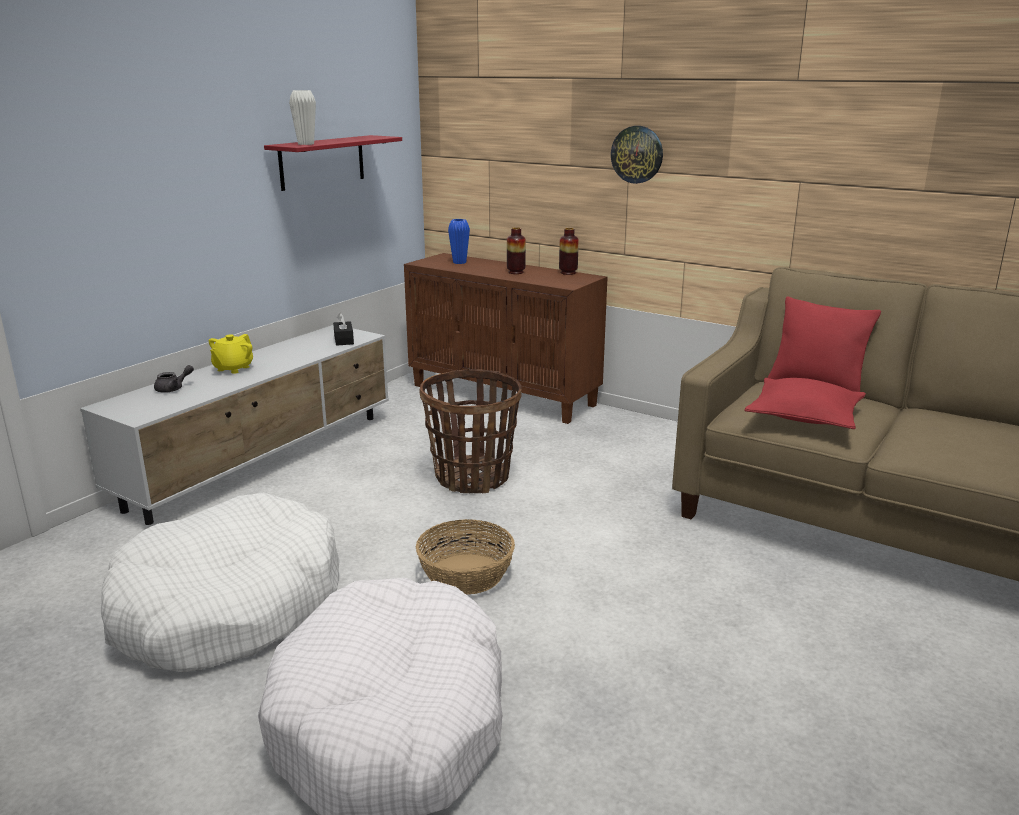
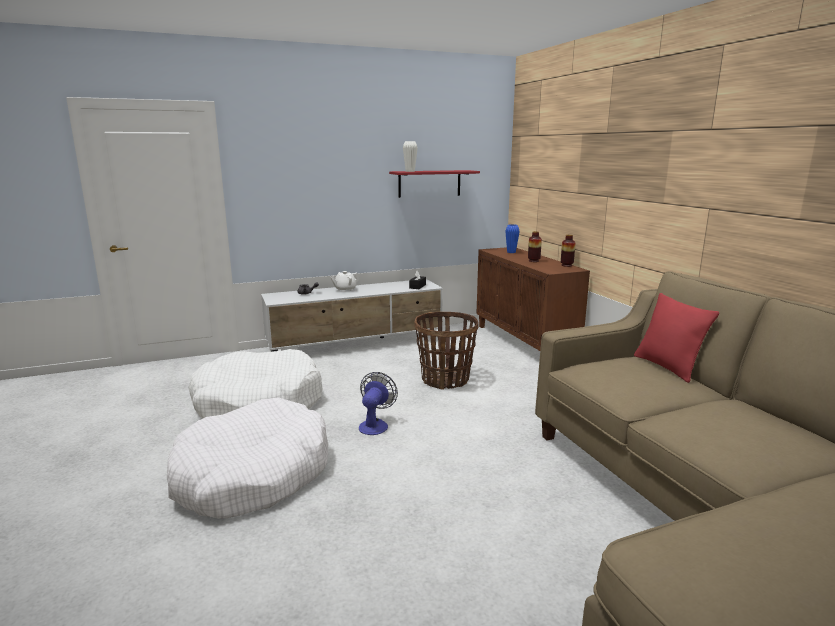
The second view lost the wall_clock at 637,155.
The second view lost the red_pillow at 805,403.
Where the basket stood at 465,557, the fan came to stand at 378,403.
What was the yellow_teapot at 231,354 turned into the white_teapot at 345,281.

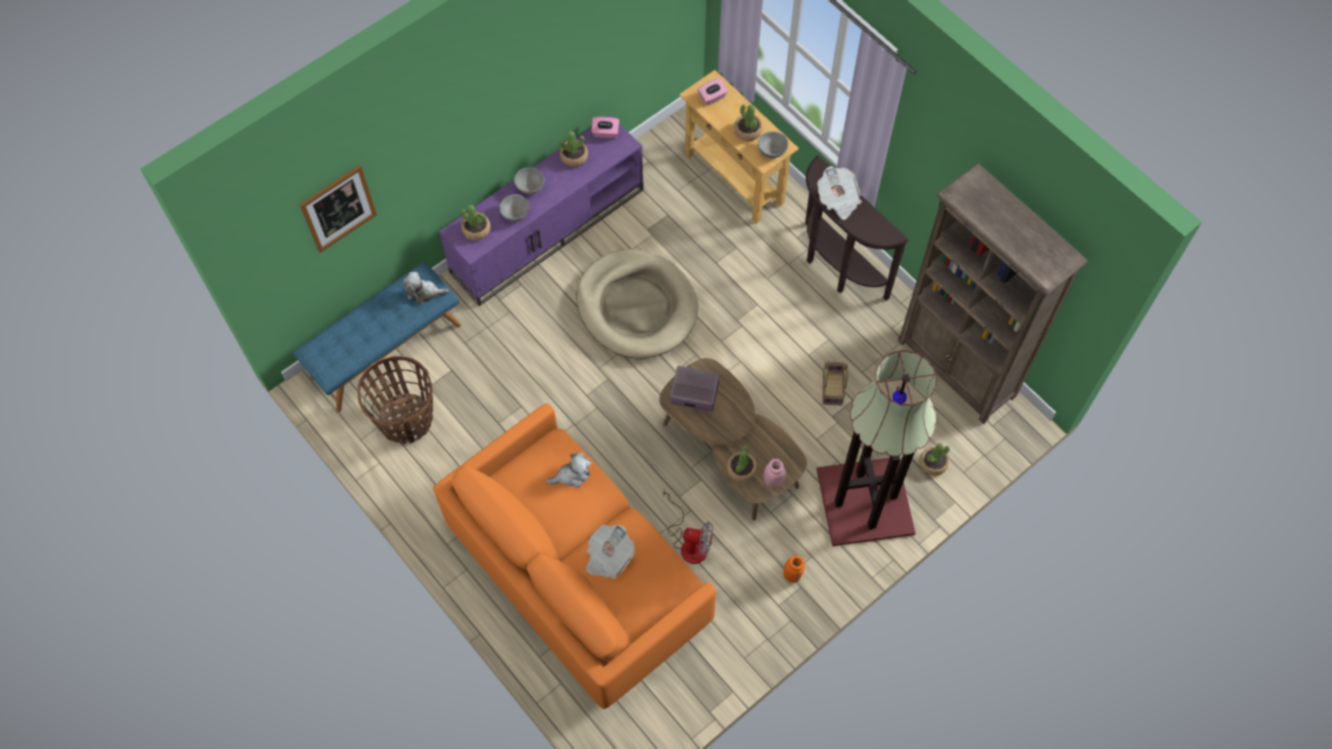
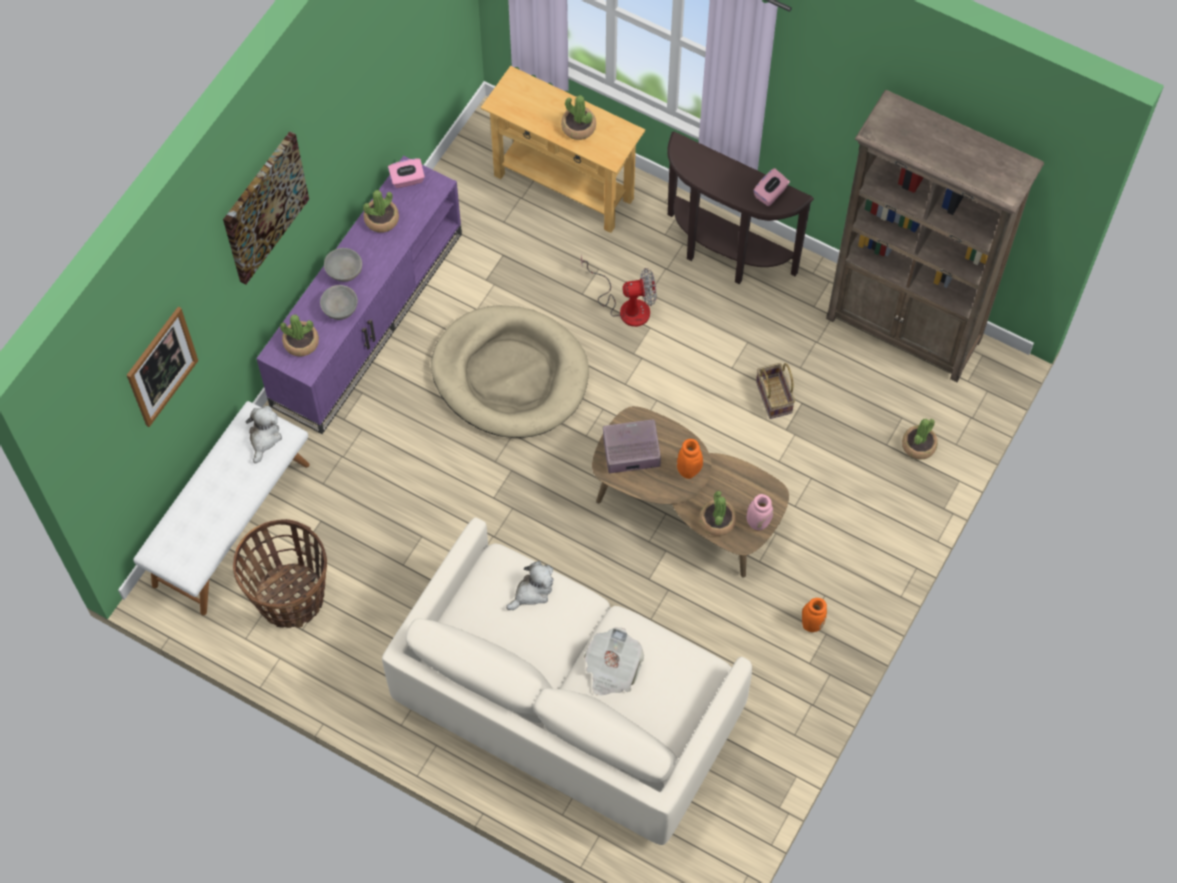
The second view lost the grey_bowl at 773,144.
The second view lost the floor_lamp at 876,448.
The second view lost the newspaper at 839,193.
The second view gained the picture at 266,208.
The second view gained the orange_vase at 690,459.
The fan ended up elsewhere, having gone from 688,525 to 619,291.
The pink_tissue_box ended up elsewhere, having gone from 713,91 to 771,187.
What was the blue_bench at 377,337 turned into the white_bench at 221,508.
What was the orange_sofa at 574,556 turned into the white_sofa at 567,681.
The plush_toy at 425,288 ended up facing another way, 120 degrees clockwise from before.

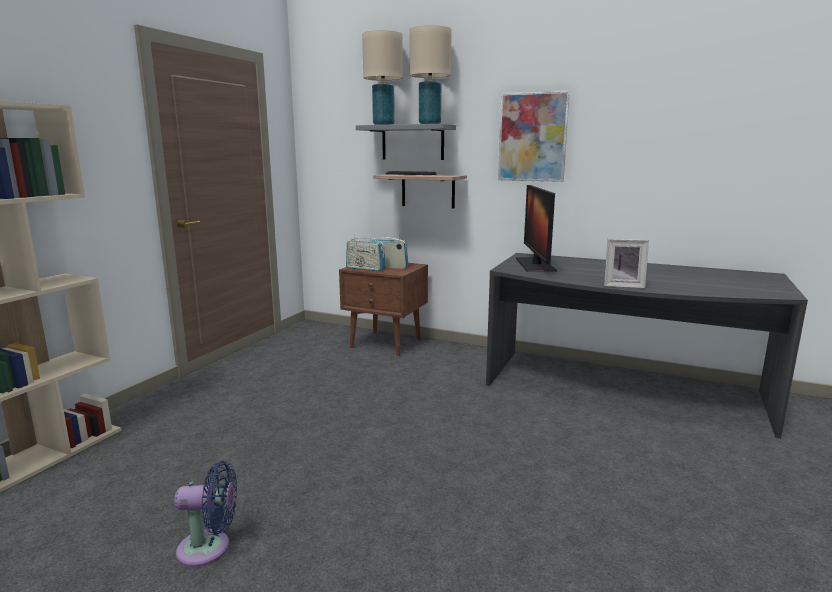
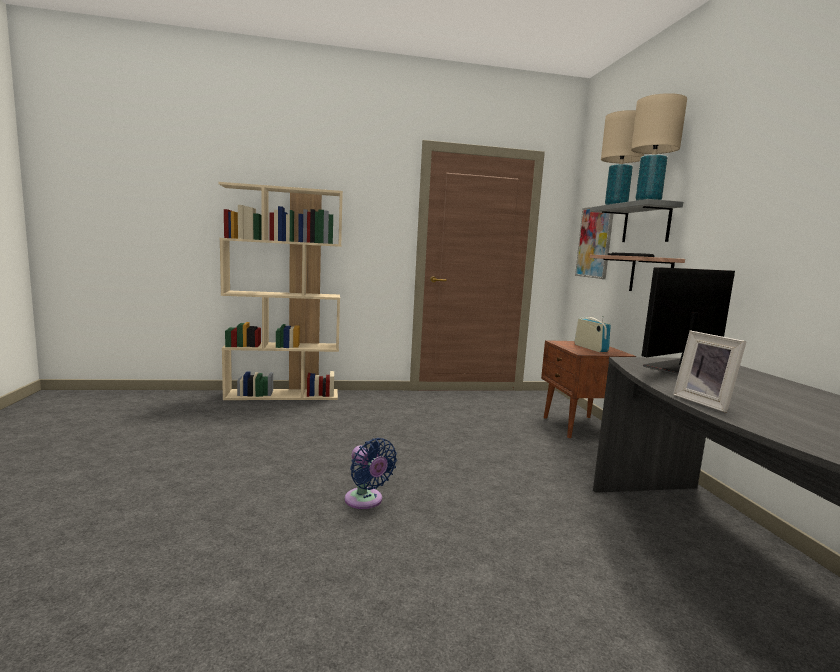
The second view lost the radio at 366,252.
The blue_fan ended up elsewhere, having gone from 205,514 to 371,473.
The picture ended up elsewhere, having gone from 534,136 to 594,242.

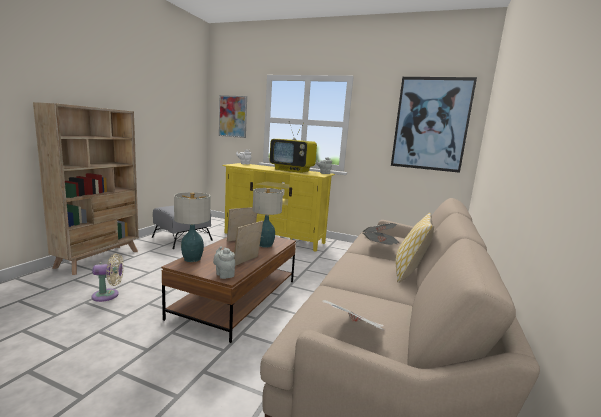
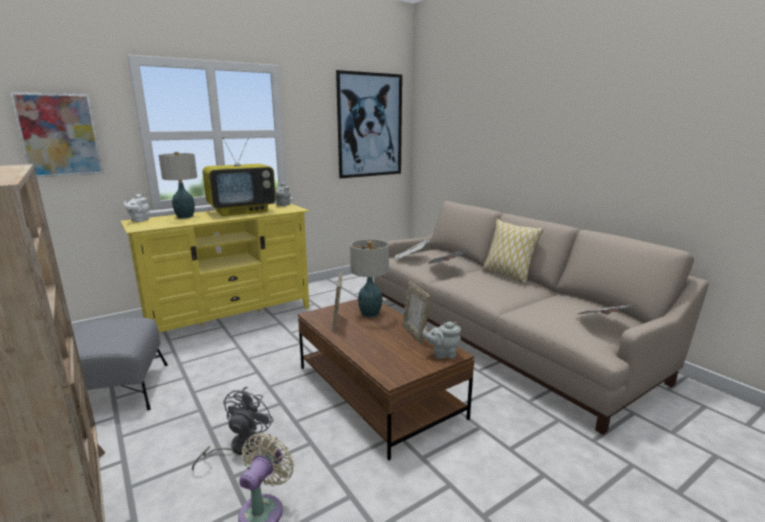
The second view gained the grey_fan at 233,429.
The table_lamp ended up elsewhere, having gone from 192,227 to 178,185.

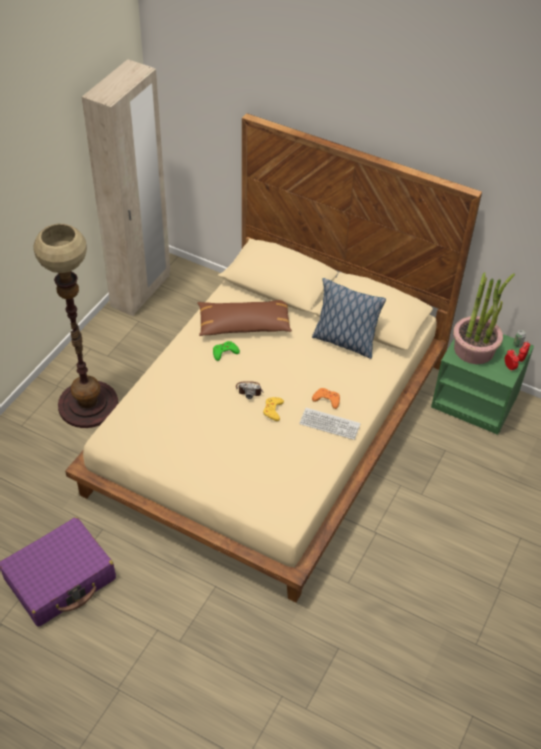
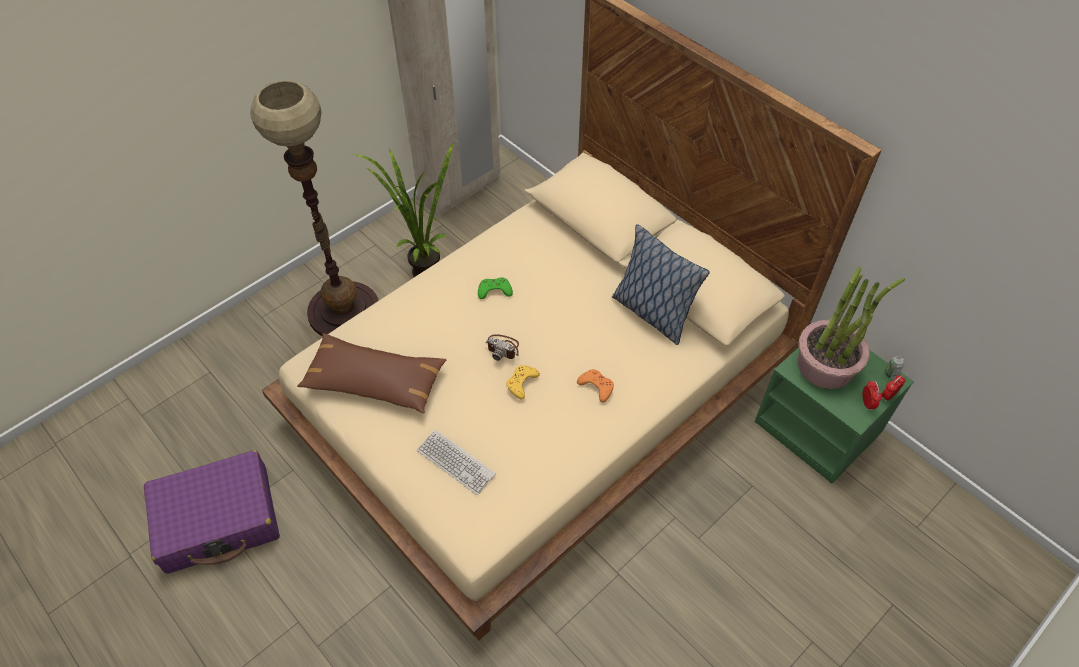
The second view gained the potted_plant at 403,209.
The brown_pillow ended up elsewhere, having gone from 244,318 to 371,373.
The keyboard ended up elsewhere, having gone from 330,424 to 456,462.

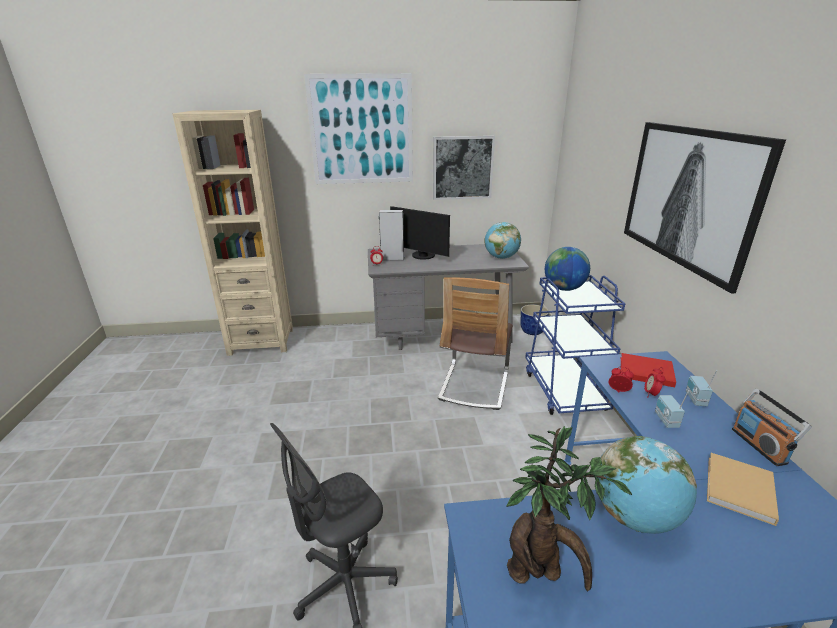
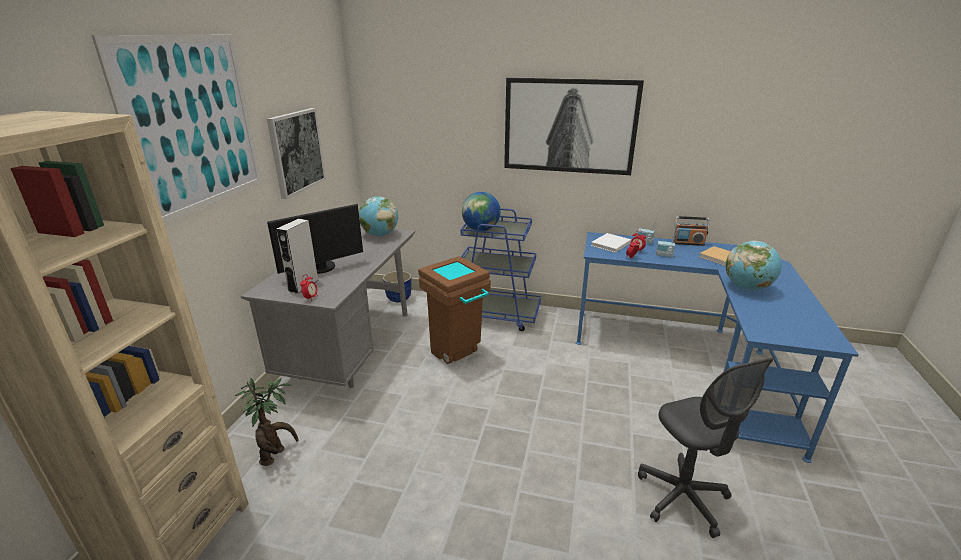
The potted_plant ended up elsewhere, having gone from 569,508 to 267,422.
Where the chair stood at 475,343, the brown_trash_can came to stand at 454,310.
What was the red_book at 648,370 turned into the white_book at 611,243.

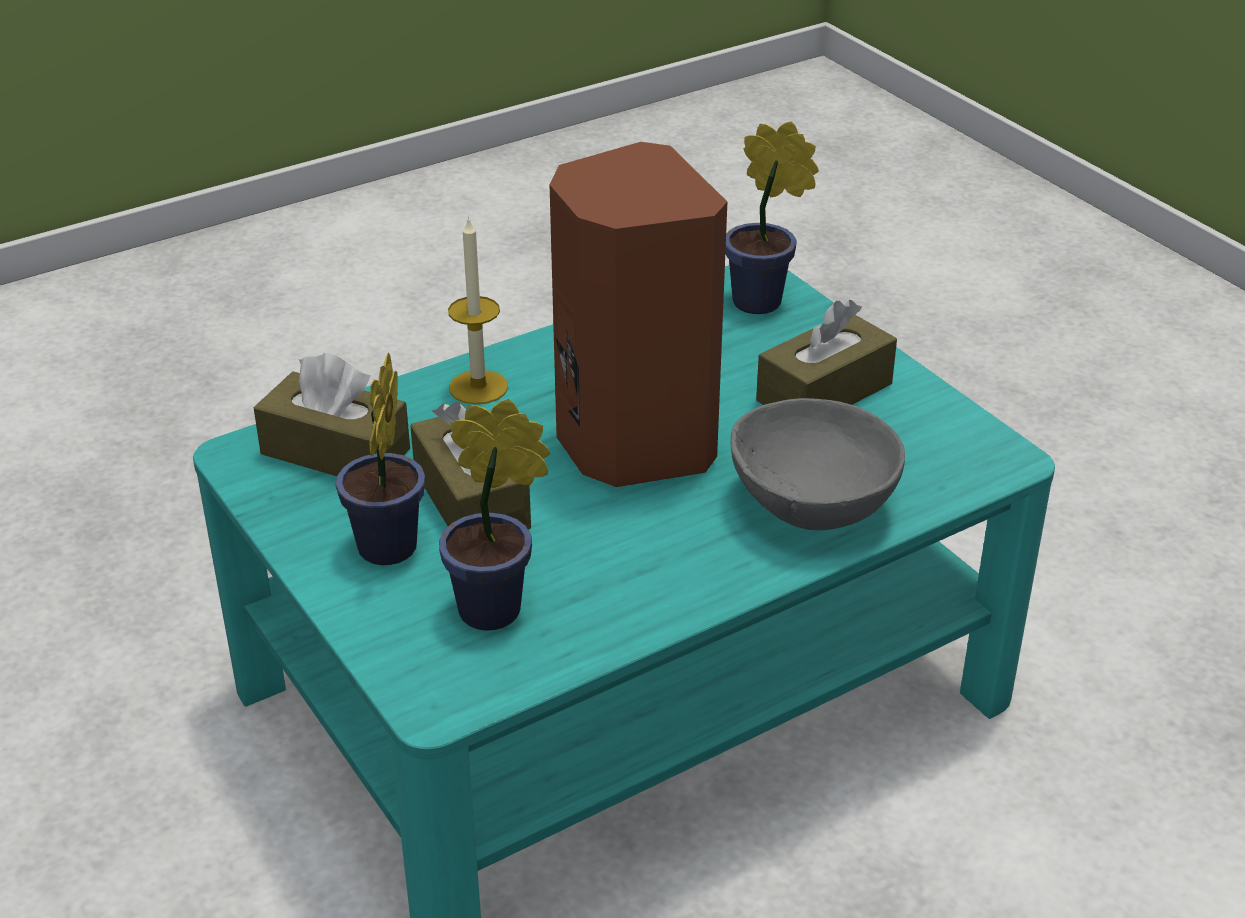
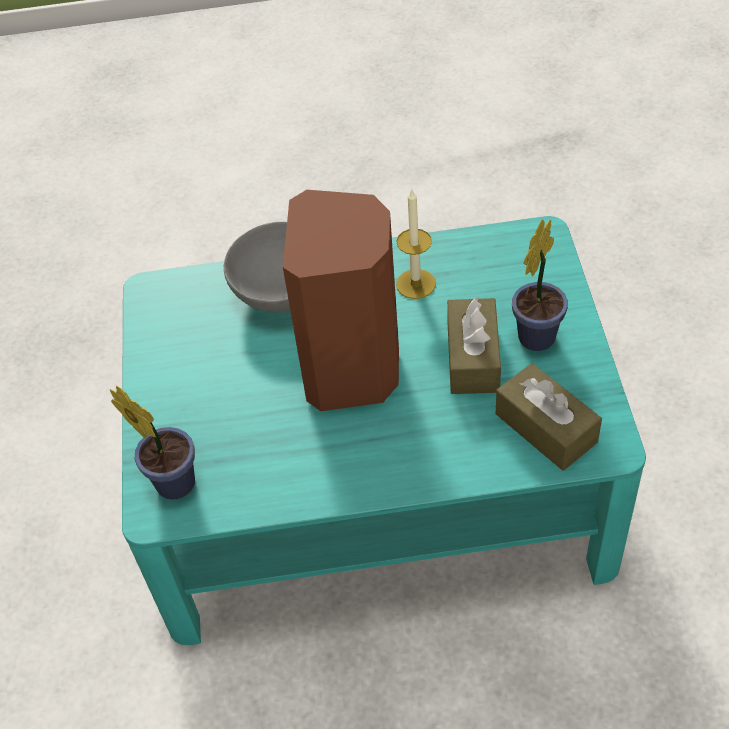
The second view lost the potted_plant at 494,515.
The second view lost the brown_tissue_box at 826,352.
The candle ended up elsewhere, having gone from 478,310 to 416,243.

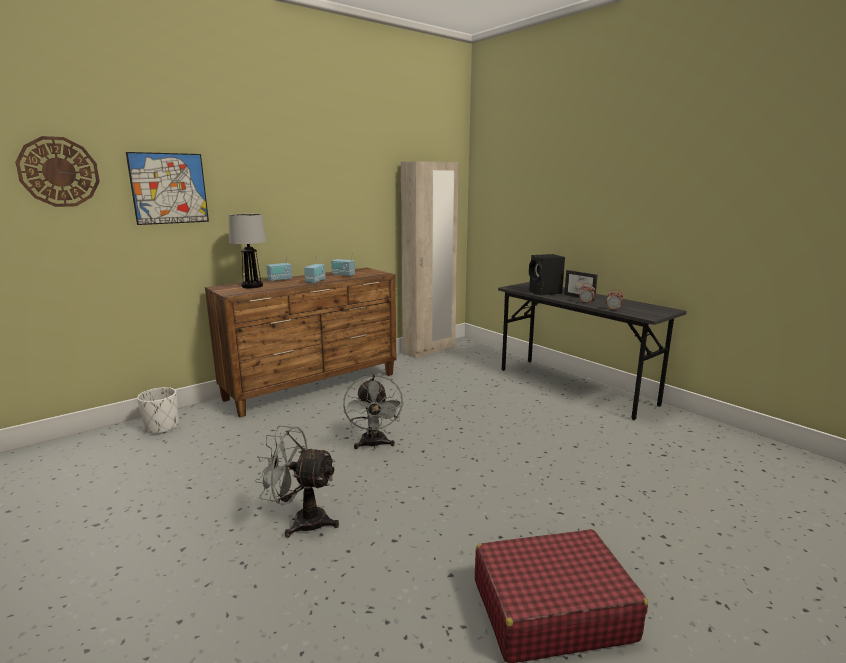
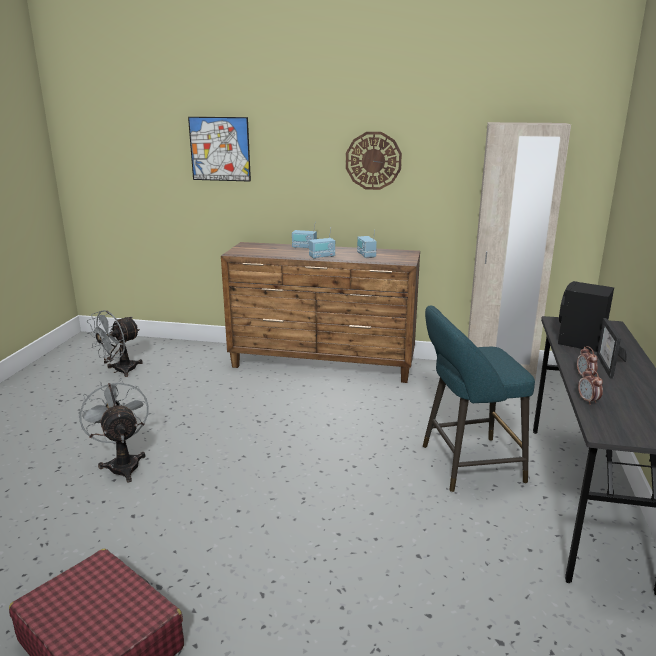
The second view lost the white_planter at 158,410.
The second view lost the table_lamp at 247,251.
The second view gained the turquoise_stool at 479,398.
The wall_clock ended up elsewhere, having gone from 57,171 to 374,161.
The grey_fan ended up elsewhere, having gone from 373,411 to 115,343.

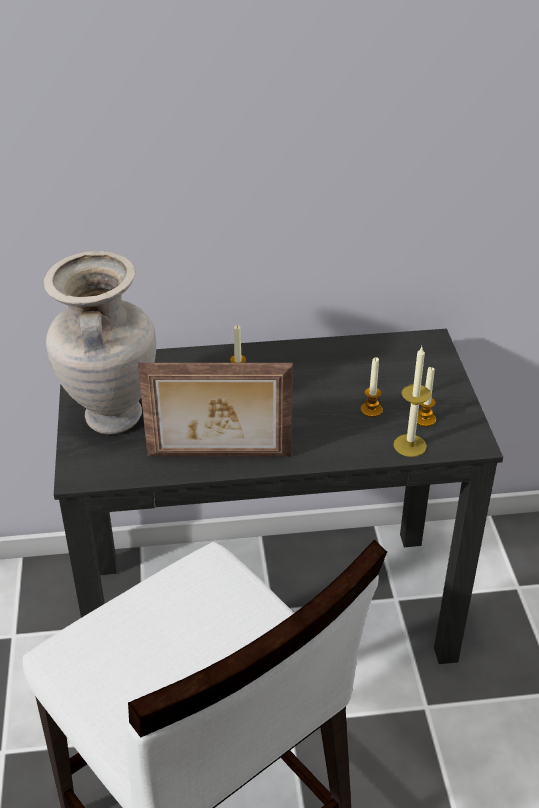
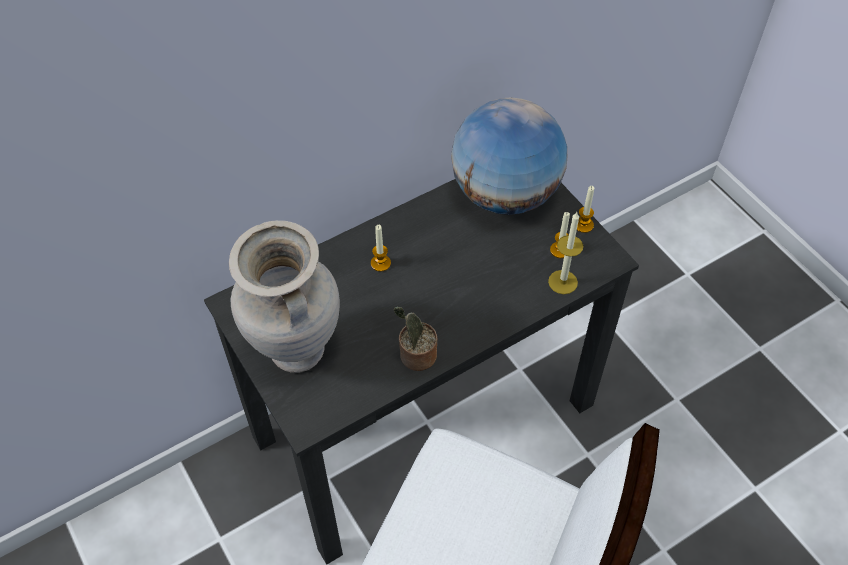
The second view gained the globe at 509,156.
The candle ended up elsewhere, having gone from 372,387 to 585,209.
Where the picture_frame stood at 215,410, the potted_plant came to stand at 415,339.

